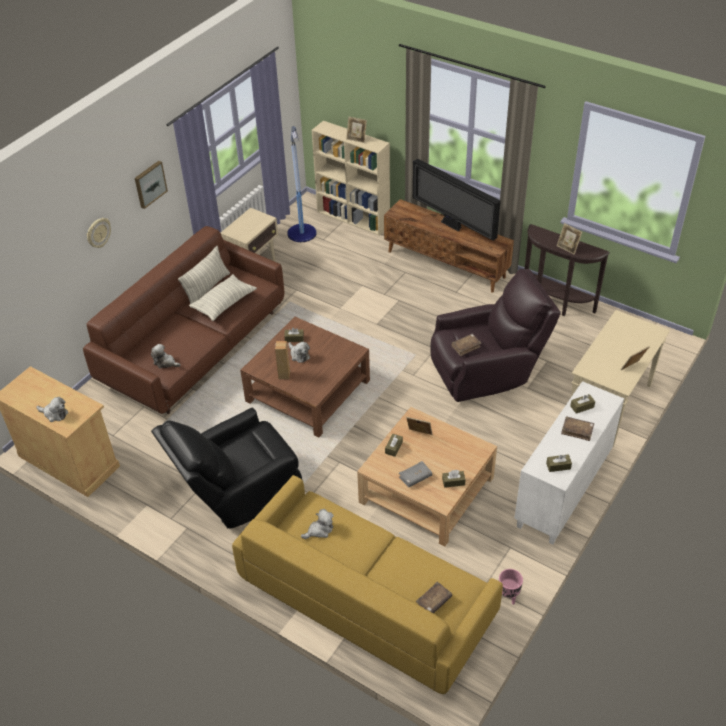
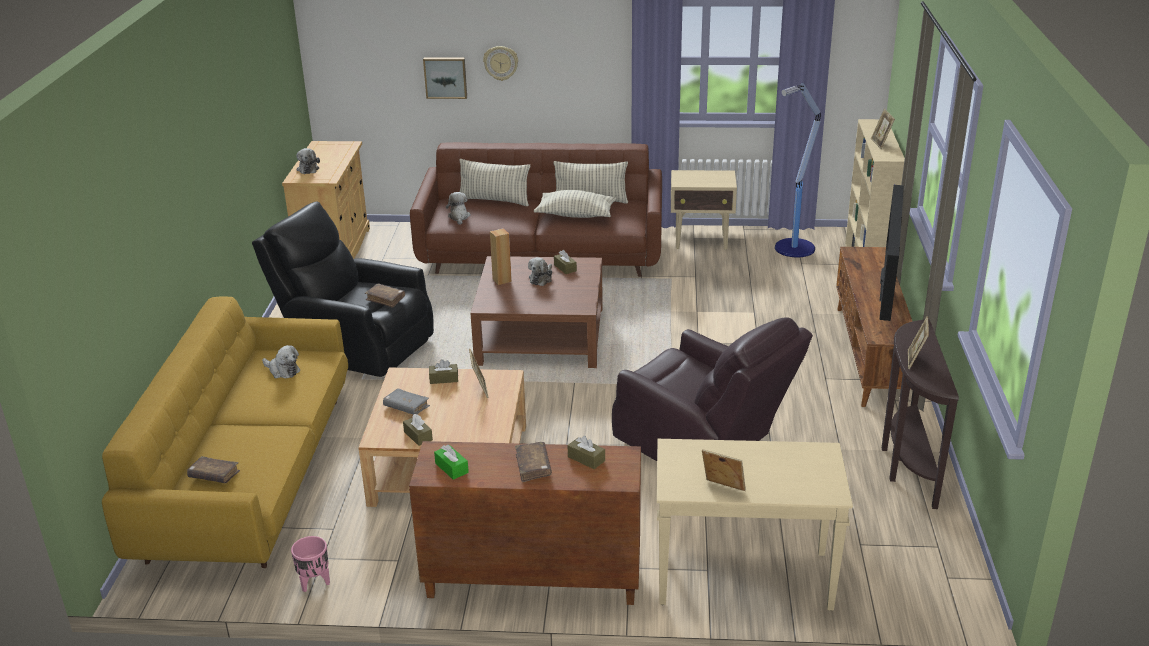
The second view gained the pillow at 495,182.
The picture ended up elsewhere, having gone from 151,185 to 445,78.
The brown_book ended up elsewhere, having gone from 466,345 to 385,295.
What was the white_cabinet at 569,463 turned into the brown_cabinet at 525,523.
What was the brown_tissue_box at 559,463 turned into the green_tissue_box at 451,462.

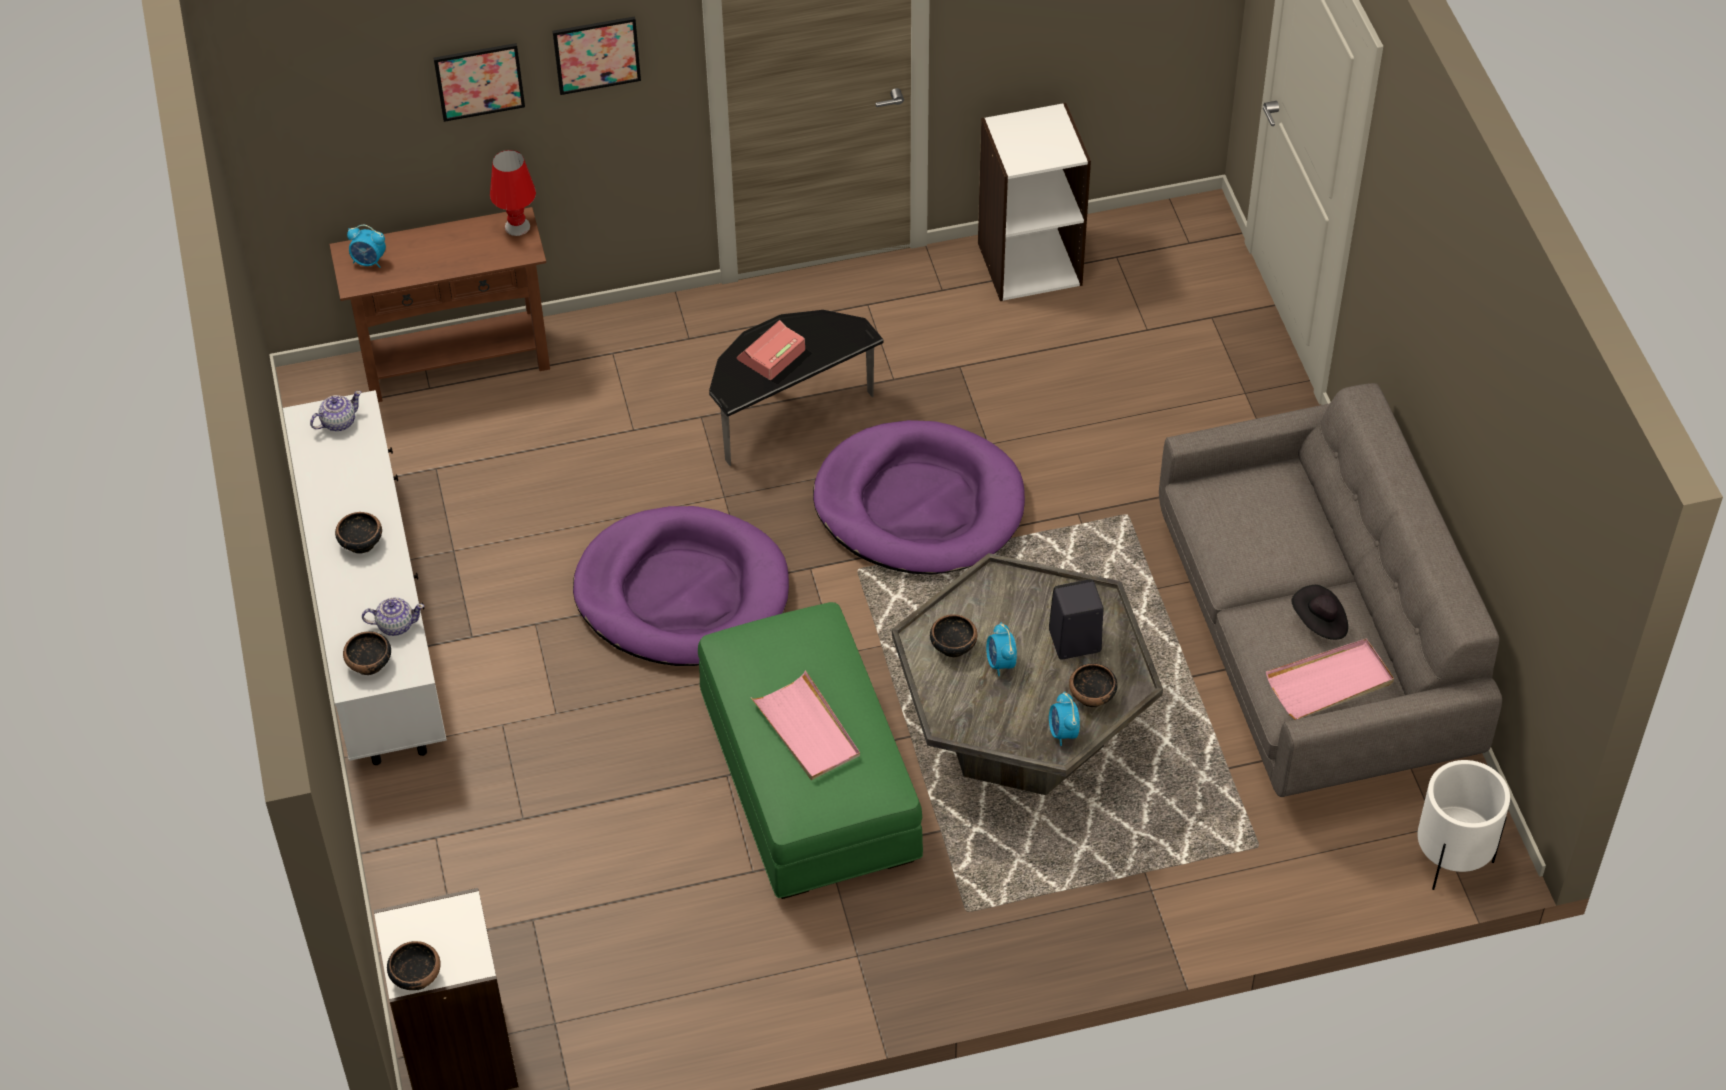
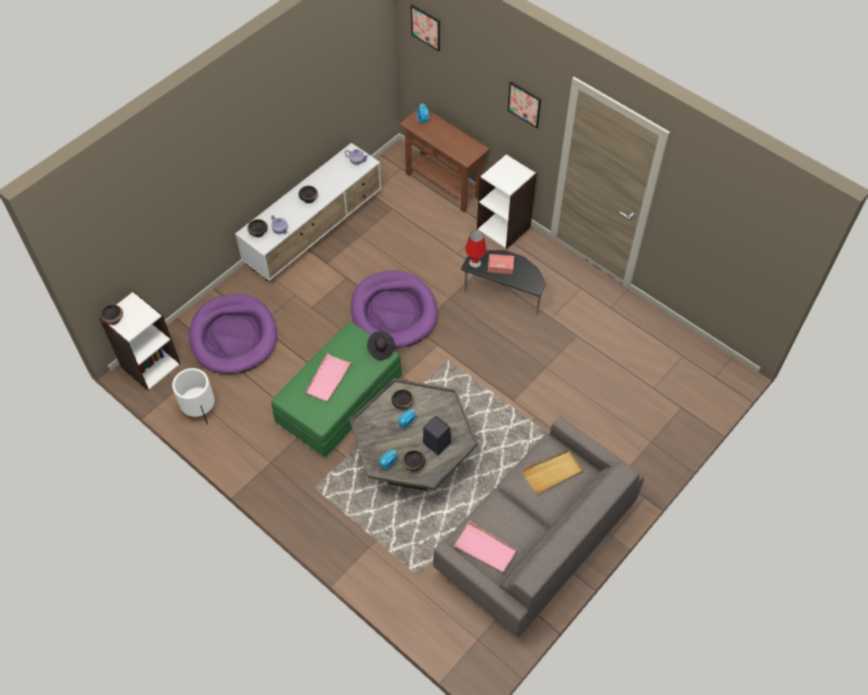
The second view gained the beige_tray at 552,472.
The picture ended up elsewhere, having gone from 479,82 to 425,28.
The red_table_lamp ended up elsewhere, having gone from 513,193 to 476,249.
The purple_dog_bed ended up elsewhere, having gone from 919,497 to 233,334.
The white_bookcase ended up elsewhere, having gone from 1034,202 to 507,201.
The black_hat ended up elsewhere, having gone from 1319,612 to 381,345.
The white_planter ended up elsewhere, having gone from 1463,825 to 193,396.

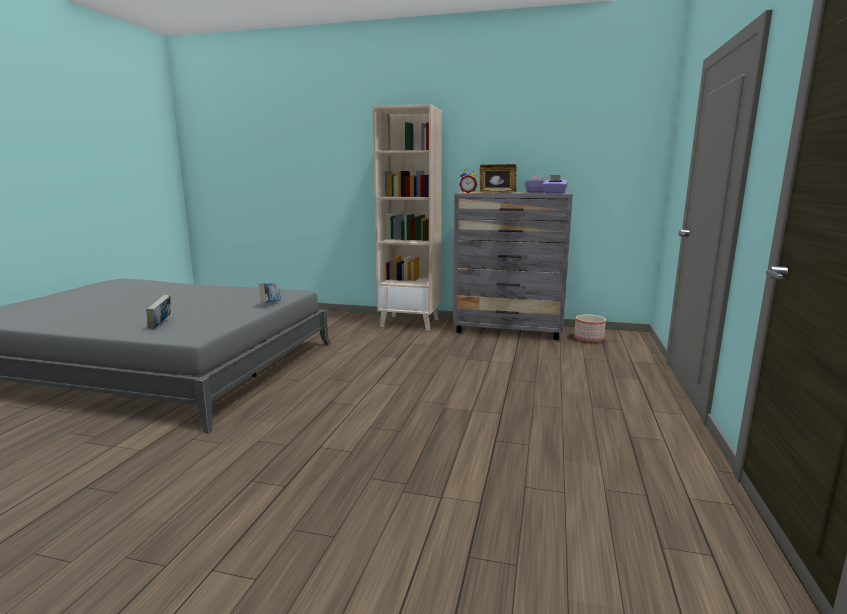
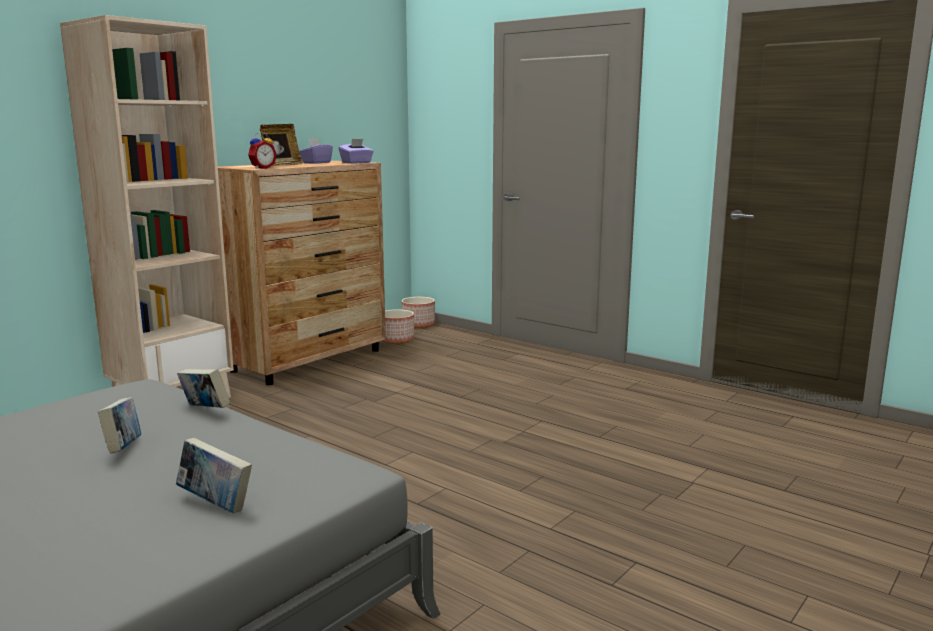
The second view gained the book at 119,425.
The second view gained the planter at 418,312.
What was the grey_dresser at 513,266 turned into the brown_dresser at 302,273.

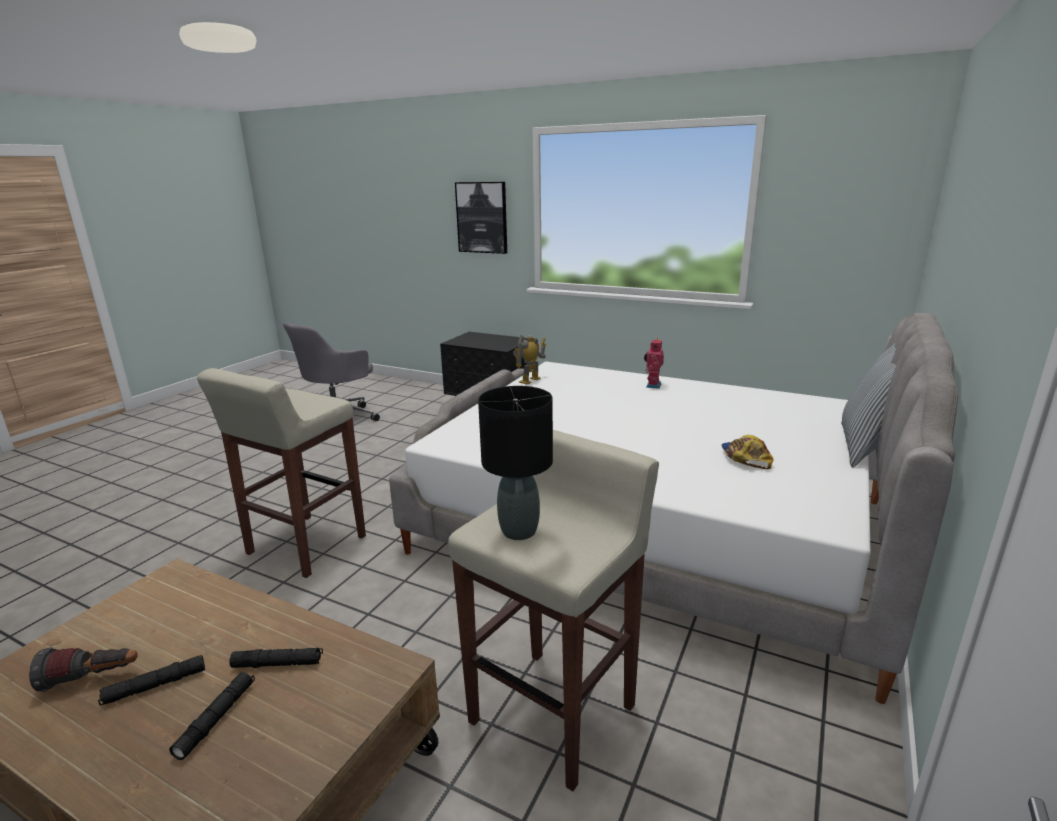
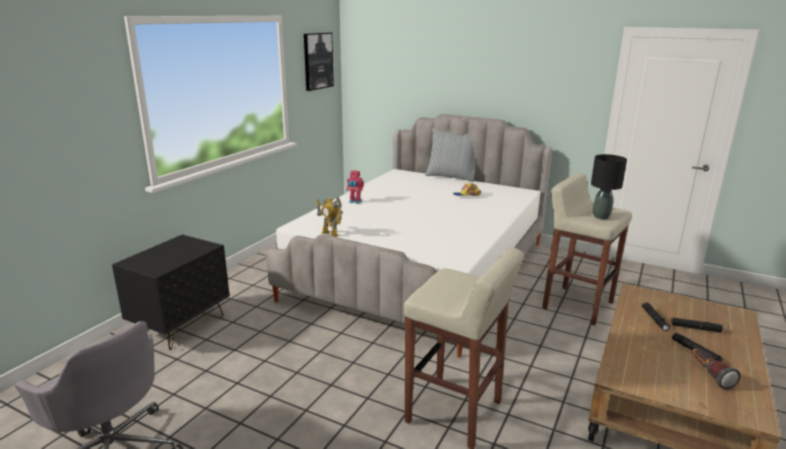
The picture ended up elsewhere, having gone from 481,218 to 319,62.

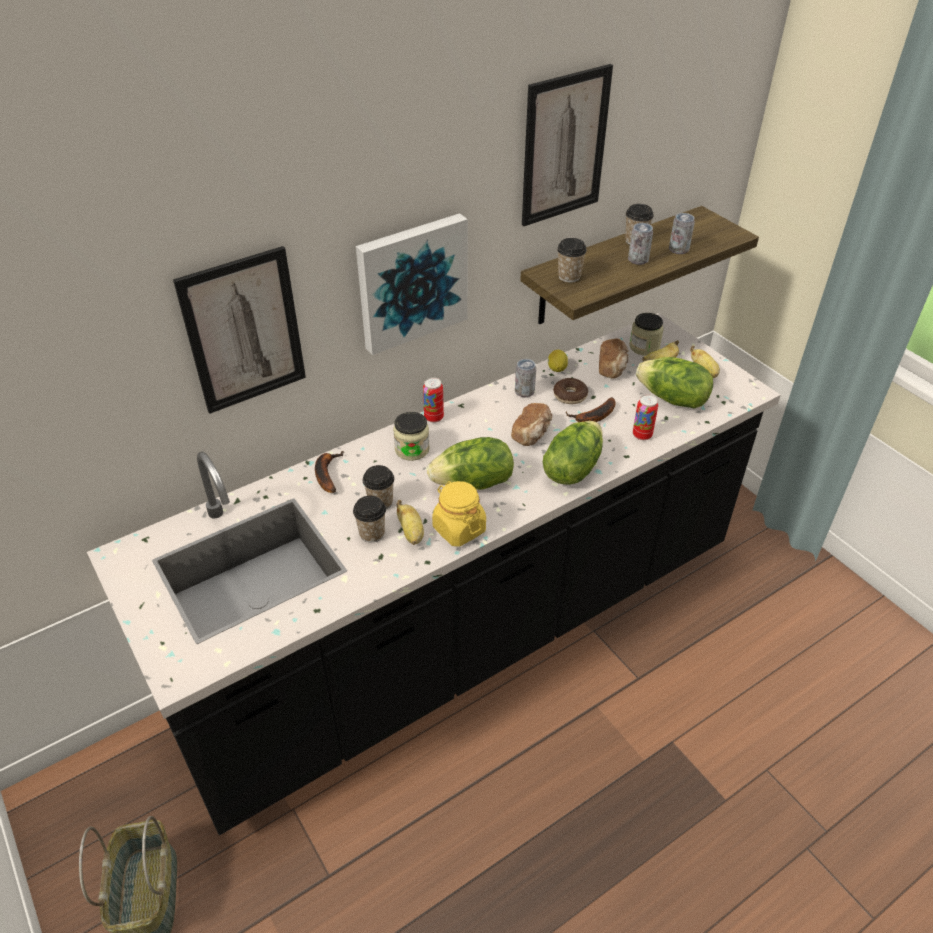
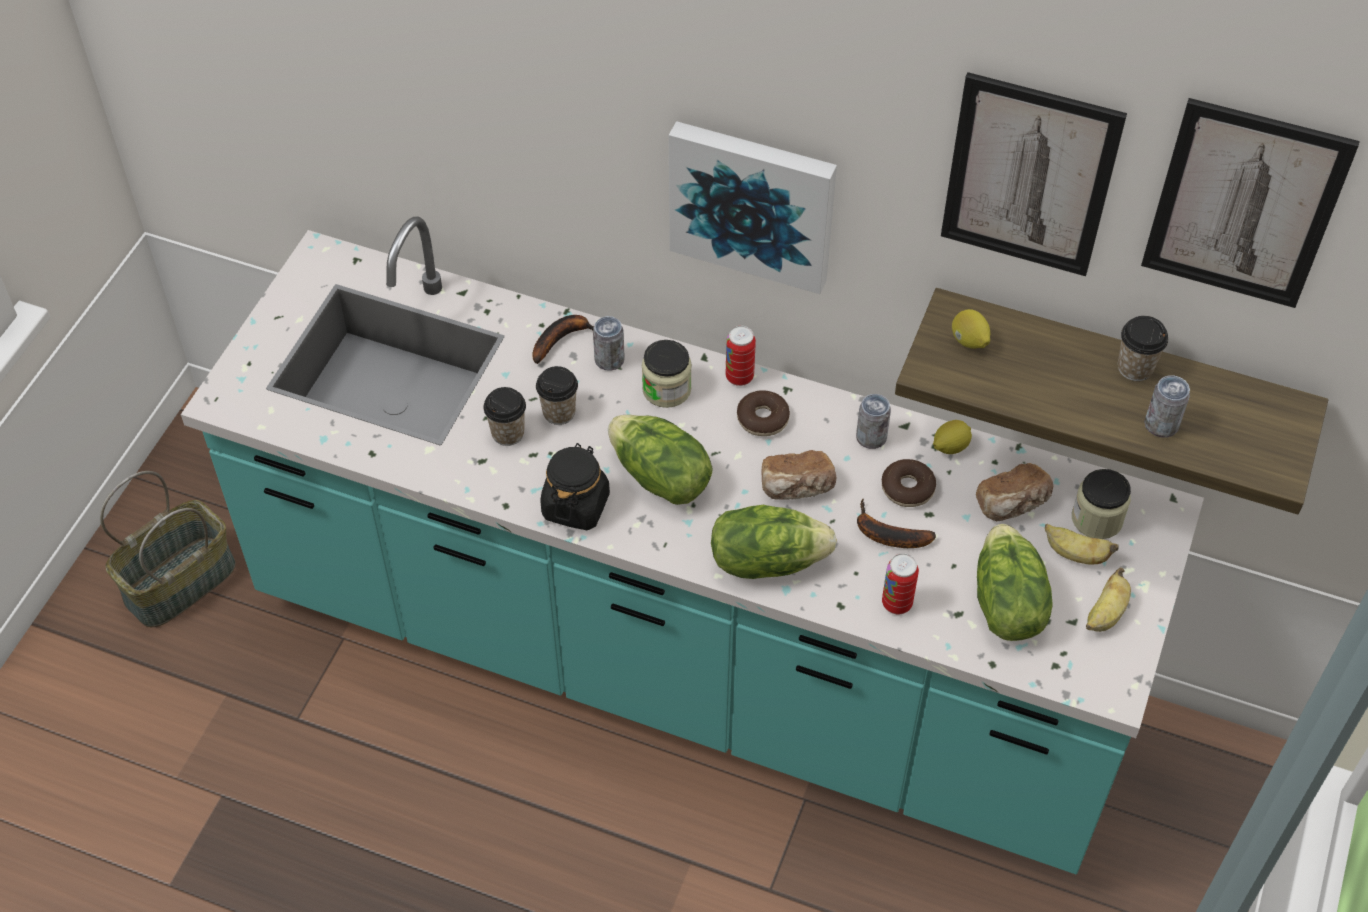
The second view lost the banana at 410,522.
The second view gained the donut at 763,413.
The picture ended up elsewhere, having gone from 239,330 to 1250,203.
The can ended up elsewhere, having gone from 640,244 to 609,343.
Where the cup stood at 572,260, the lemon came to stand at 971,329.
What was the black_counter at 434,574 turned into the turquoise_counter at 692,545.
What was the yellow_jar at 459,514 turned into the black_jar at 575,486.

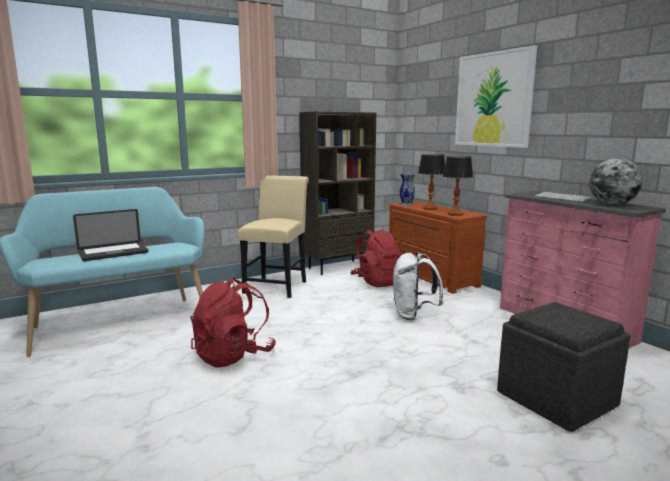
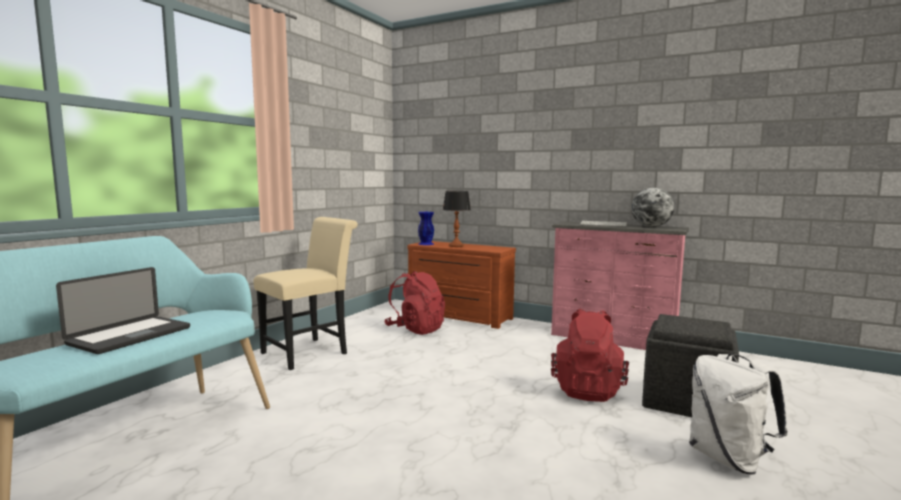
The second view lost the brown_bookcase at 337,193.
The second view lost the table_lamp at 458,186.
The second view lost the picture at 496,96.
The red_backpack ended up elsewhere, having gone from 233,322 to 590,355.
The white_backpack ended up elsewhere, having gone from 418,286 to 738,414.
What was the grey_vase at 407,189 turned into the blue_vase at 426,228.
The beige_chair at 273,236 ended up facing another way, 60 degrees clockwise from before.

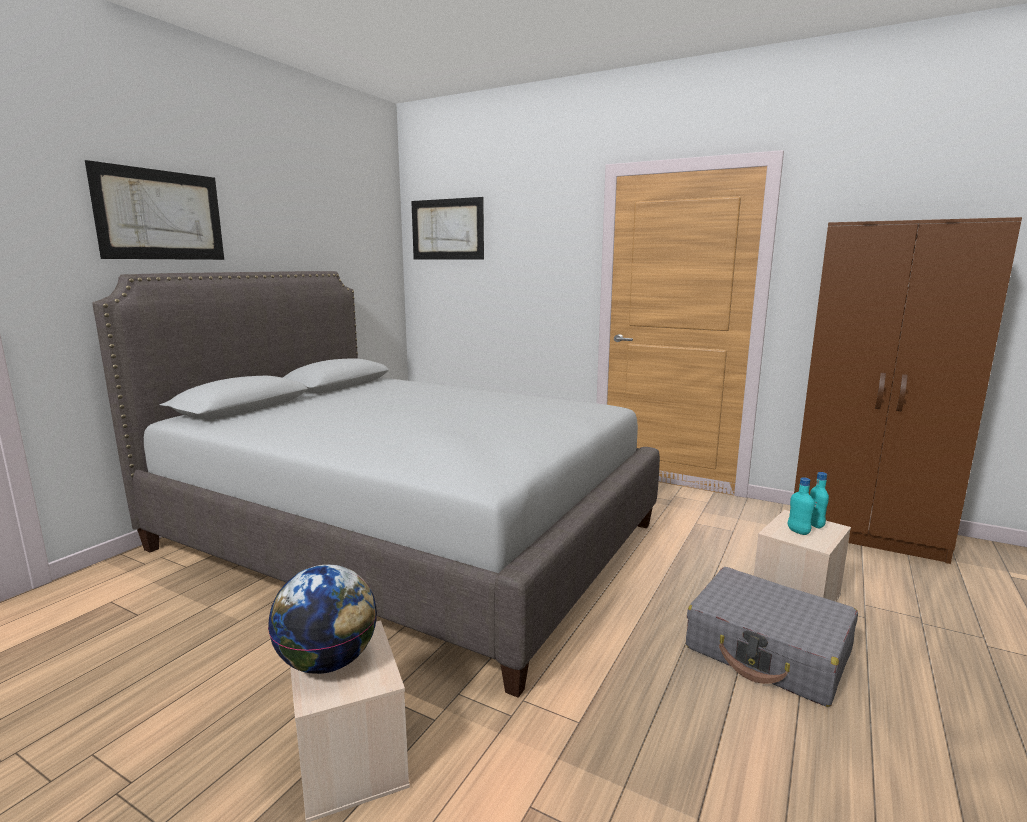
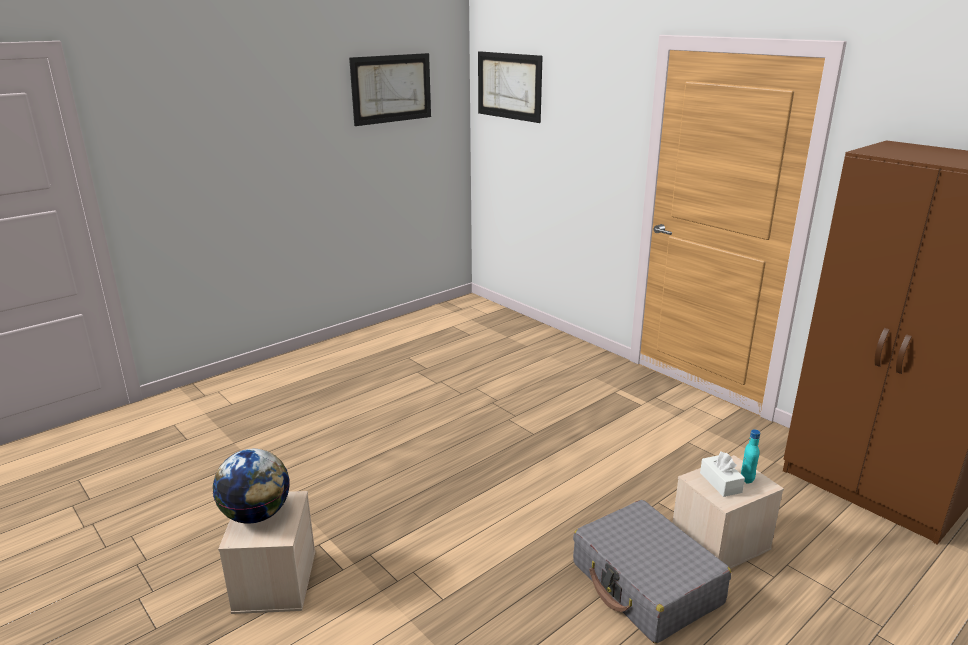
The second view lost the grey_bed at 376,484.
The picture ended up elsewhere, having gone from 154,210 to 390,89.
Where the turquoise_bottle stood at 801,506, the white_tissue_box came to stand at 722,474.

